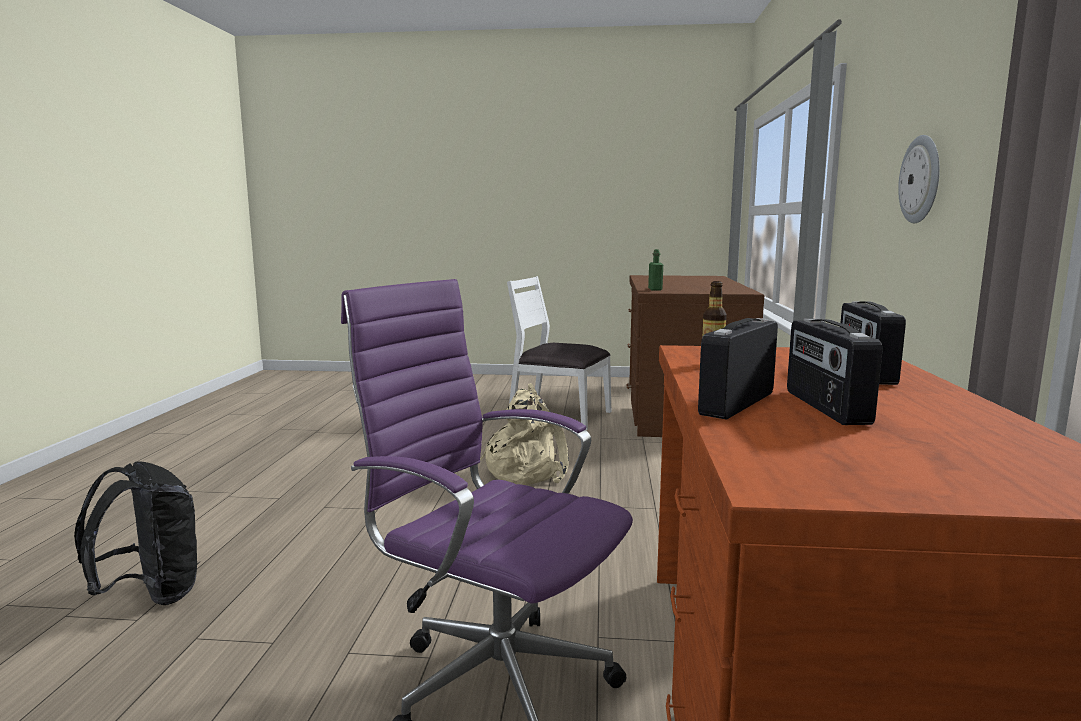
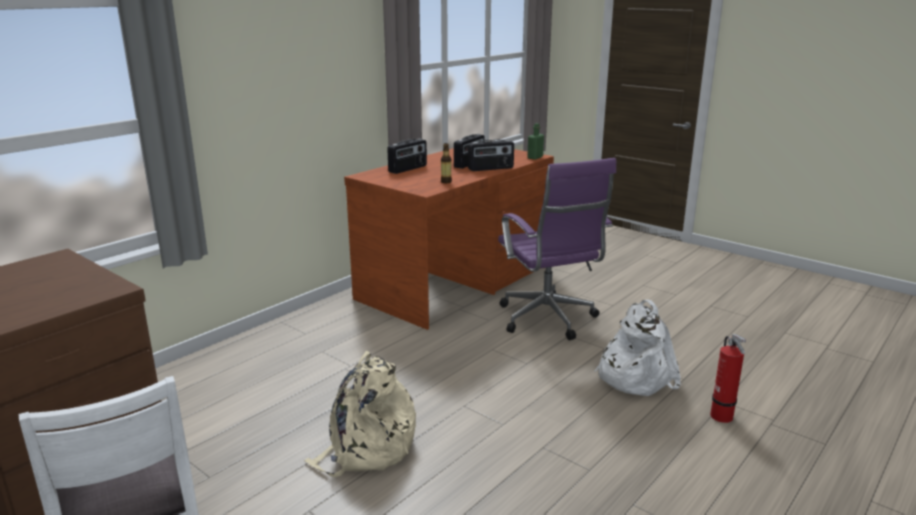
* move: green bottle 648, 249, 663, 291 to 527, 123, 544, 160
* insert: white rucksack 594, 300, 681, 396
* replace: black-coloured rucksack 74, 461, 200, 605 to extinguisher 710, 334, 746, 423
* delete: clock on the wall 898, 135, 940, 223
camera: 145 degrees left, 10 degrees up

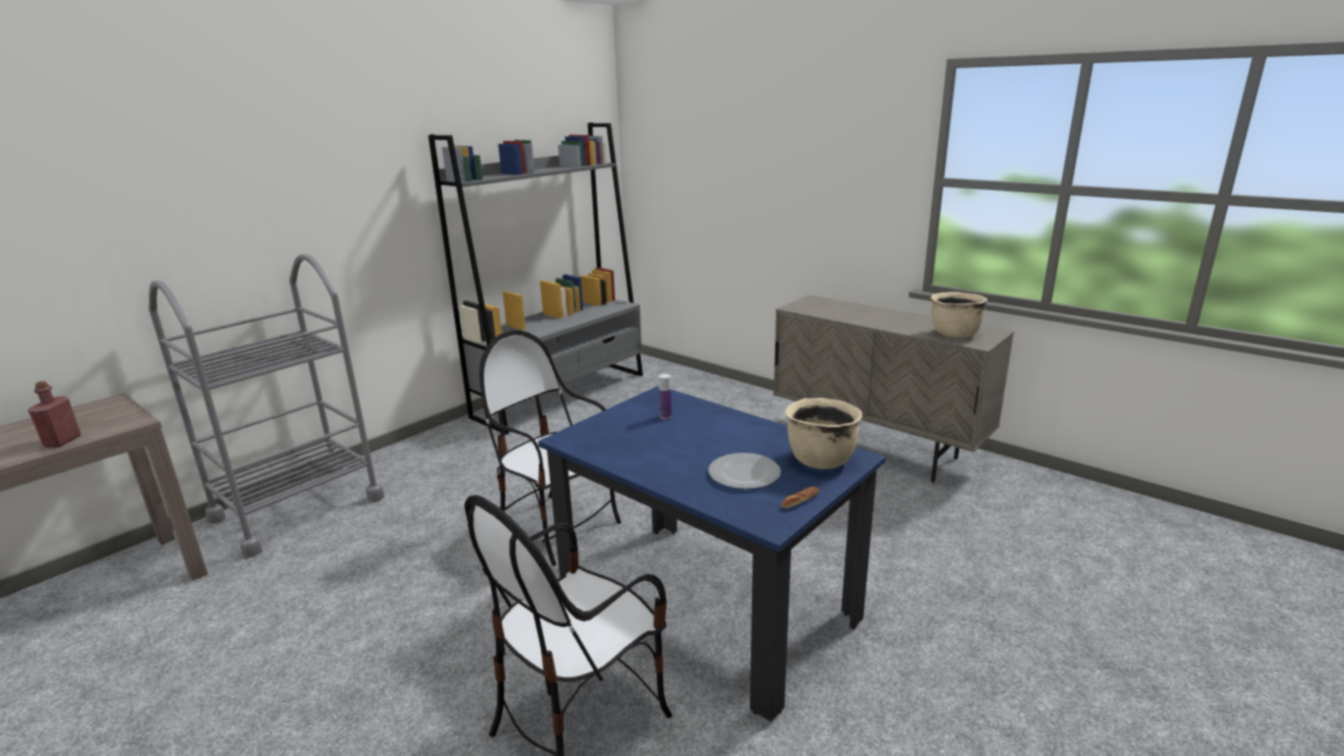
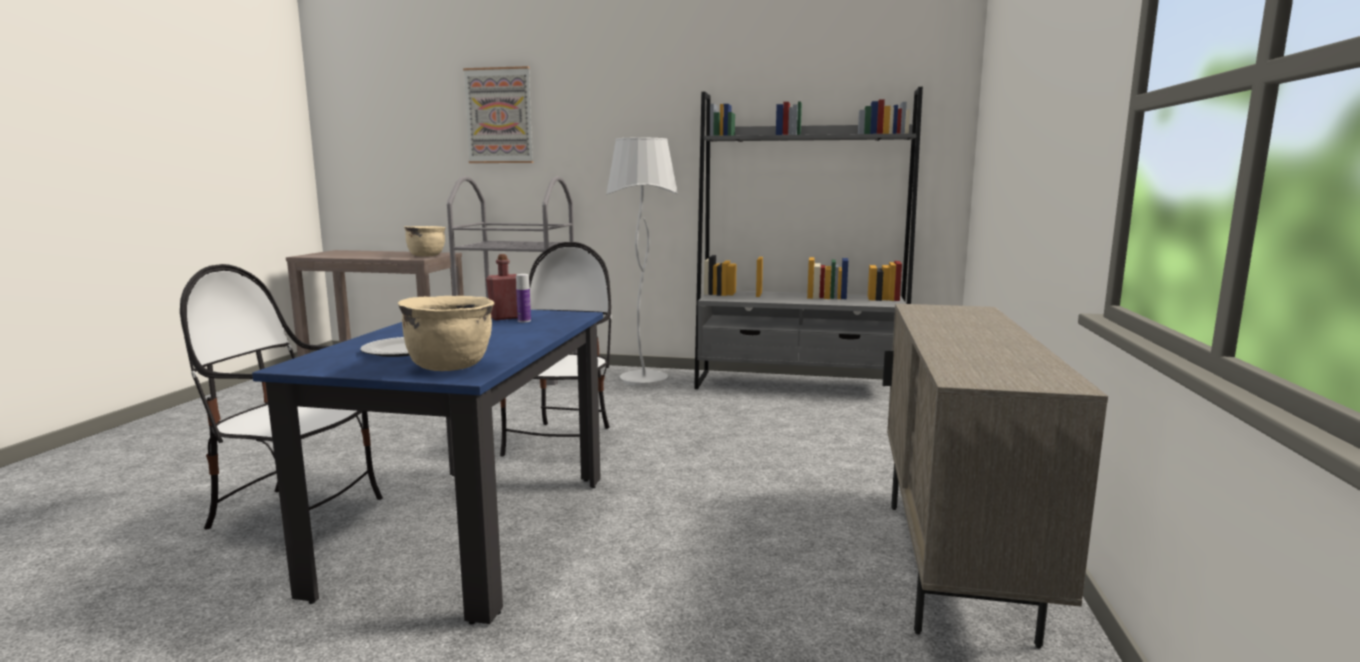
* move: beige saucepot 931, 292, 987, 338 to 404, 226, 446, 257
* insert: wall art 463, 66, 533, 163
* move: red bottle 28, 381, 81, 447 to 486, 254, 518, 320
* insert: white standard lamp 606, 137, 678, 386
* delete: bakery bread 781, 486, 819, 509
camera: 60 degrees right, 10 degrees down

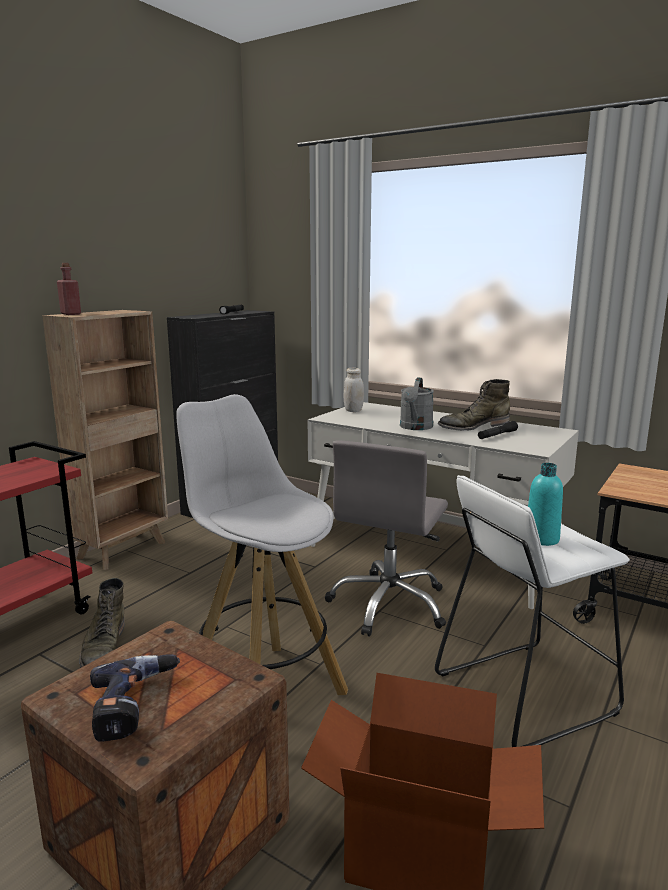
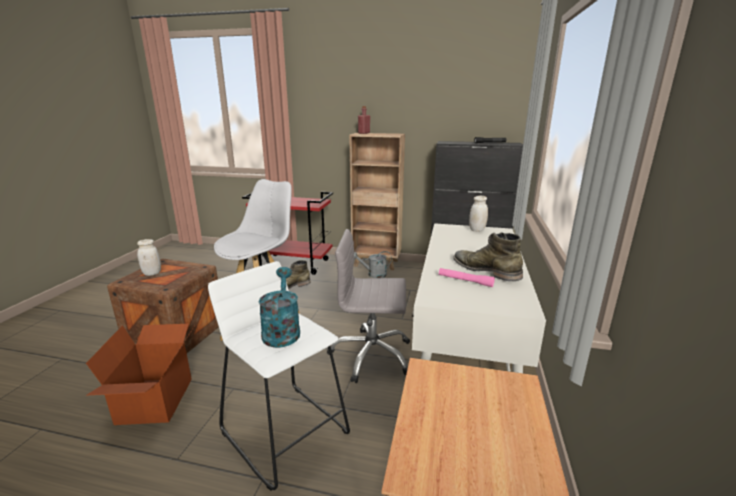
* replace: power drill 90, 654, 180, 742 to white storage jar 137, 239, 161, 276
* replace: turquoise bottle 528, 463, 563, 546 to turquoise watering can 259, 267, 300, 348
* move: grey watering can 400, 378, 434, 430 to 354, 251, 392, 278
* recolor: black-coloured torch 478, 421, 518, 439 to pinkish torch 439, 268, 495, 287
camera: 70 degrees right, 5 degrees up

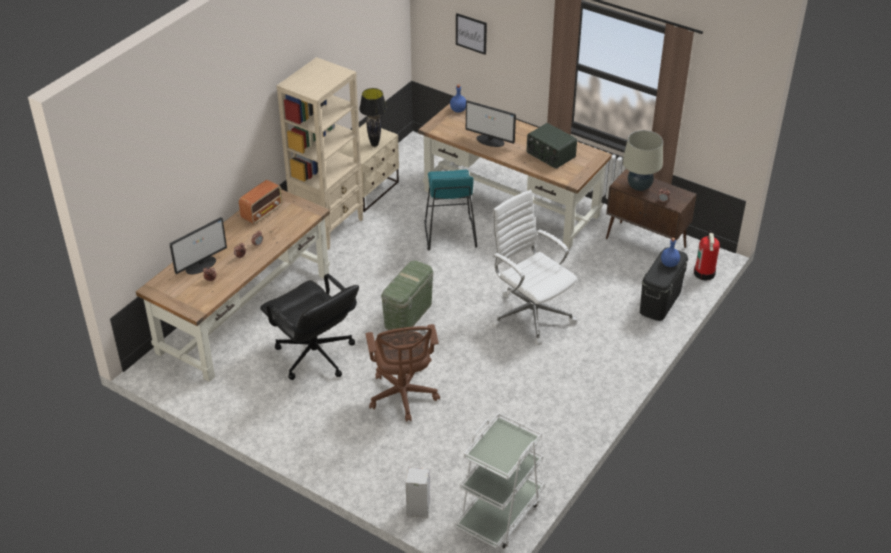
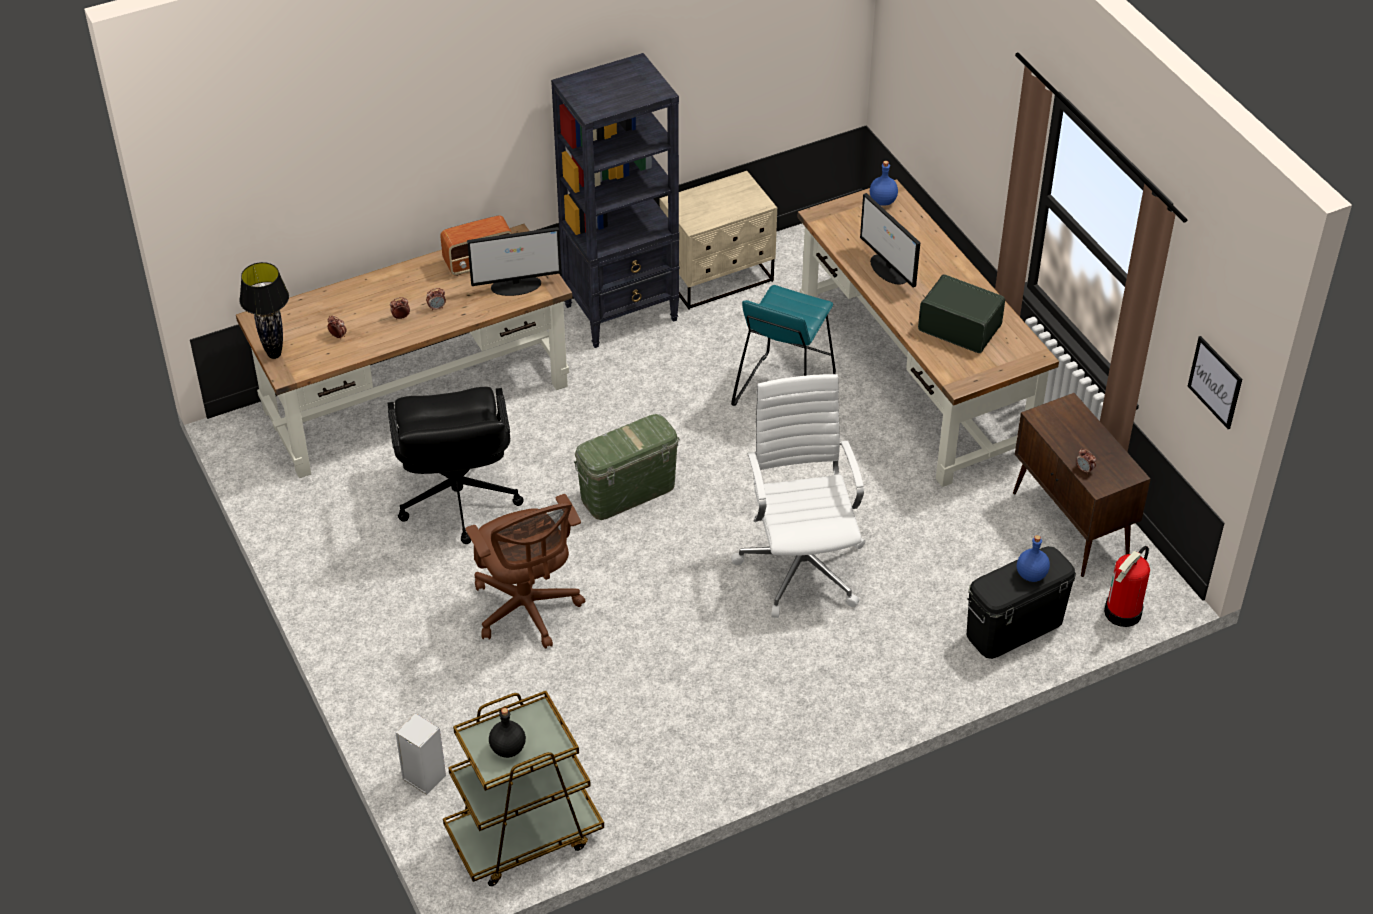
* move: black-coloured lamp for a table 359, 88, 387, 147 to 239, 262, 289, 359
* recolor: white cart 455, 413, 545, 549 to brown cart 443, 691, 604, 886
* rotate: brown desk chair 366, 324, 440, 422 = 465, 494, 585, 649 45 degrees counterclockwise
* move: computer display 169, 217, 227, 274 to 467, 227, 561, 296
* insert: black-coloured bottle 489, 708, 526, 758
* recolor: beige bookcase 276, 57, 364, 250 to black-coloured bookcase 551, 53, 680, 348
* rotate: radio receiver 527, 123, 577, 169 = 918, 274, 1005, 353 135 degrees clockwise
* move: wall art 456, 13, 487, 55 to 1188, 336, 1242, 429
* delete: beige lamp for a table 622, 130, 663, 191
camera: 30 degrees right, 5 degrees up

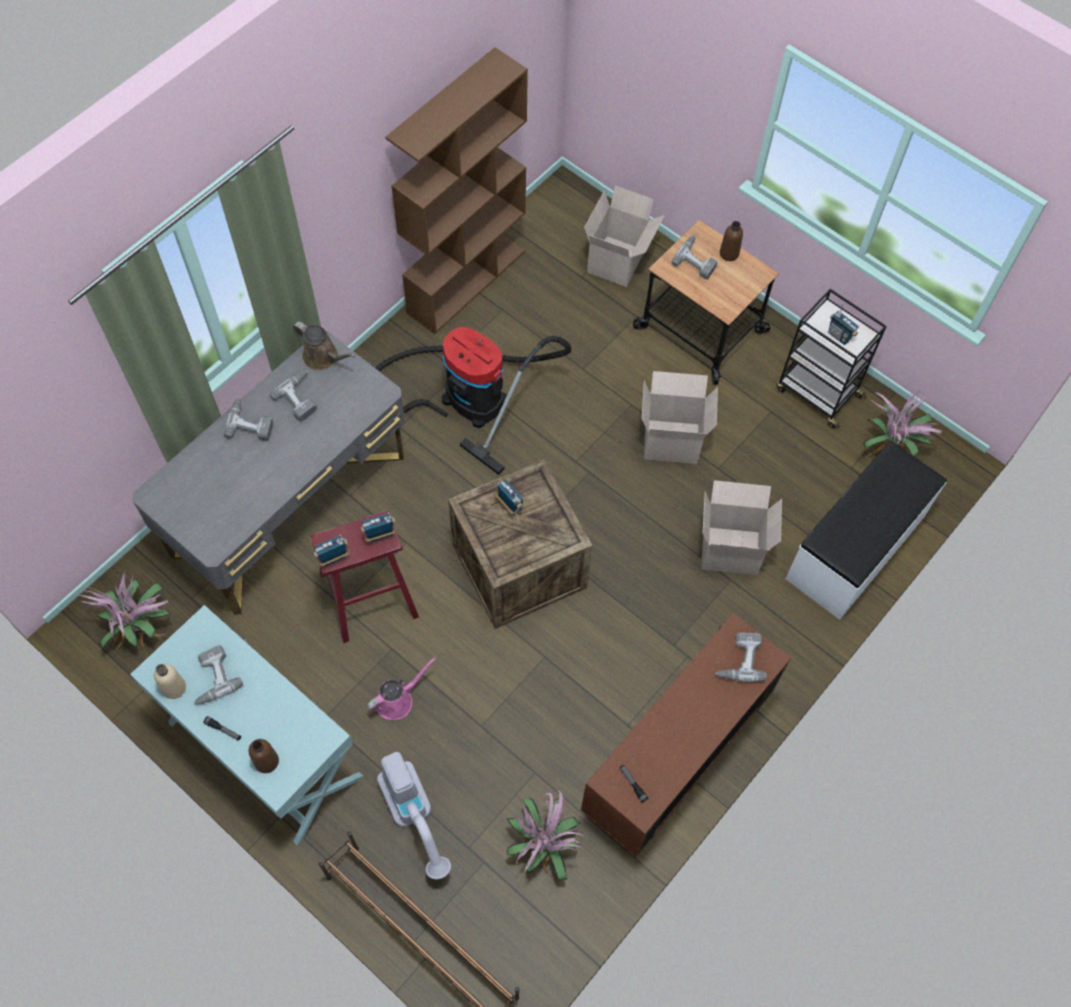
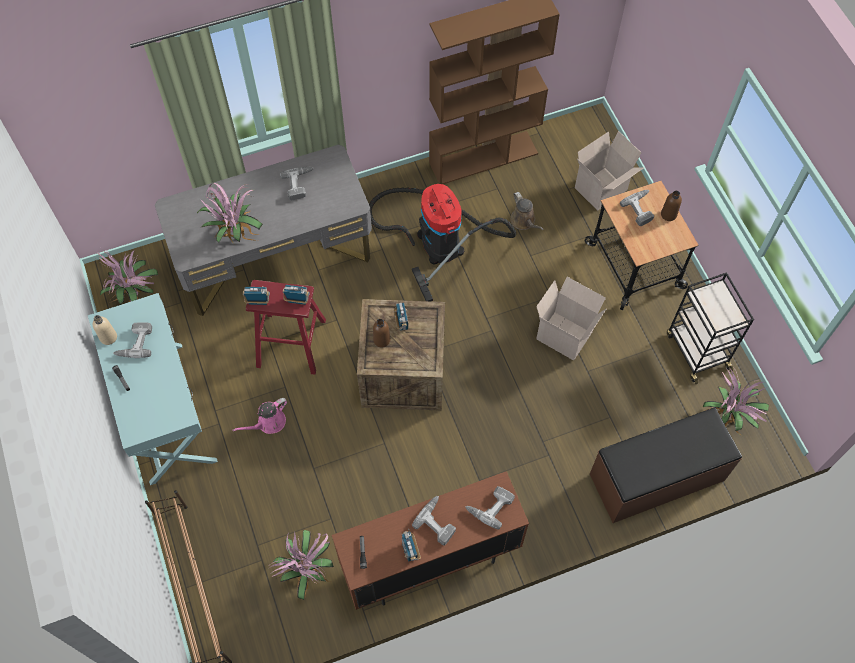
* insert: plant in a pot 197, 183, 263, 244
* rotate: pinkish watering can 367, 658, 436, 720 = 232, 398, 287, 434 150 degrees clockwise
* move: brown bottle 249, 739, 279, 773 to 373, 319, 390, 348
* move: radio receiver 828, 303, 859, 345 to 402, 529, 421, 562
* move: power drill 224, 397, 273, 441 to 412, 496, 456, 546
* move: brown watering can 293, 321, 355, 371 to 510, 192, 544, 230
* recolor: white bench 785, 441, 947, 620 to brown bench 590, 408, 742, 523
* delete: vacuum cleaner 377, 752, 451, 879
* delete: cardboard box 701, 480, 782, 575
camera: 30 degrees right, 0 degrees up

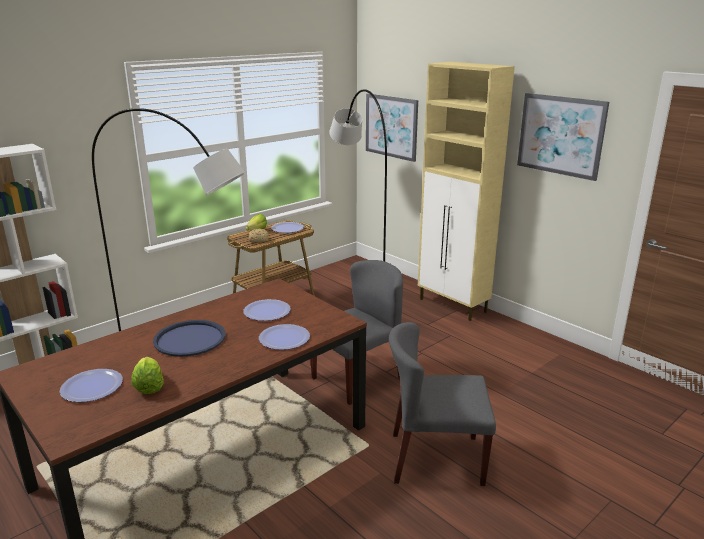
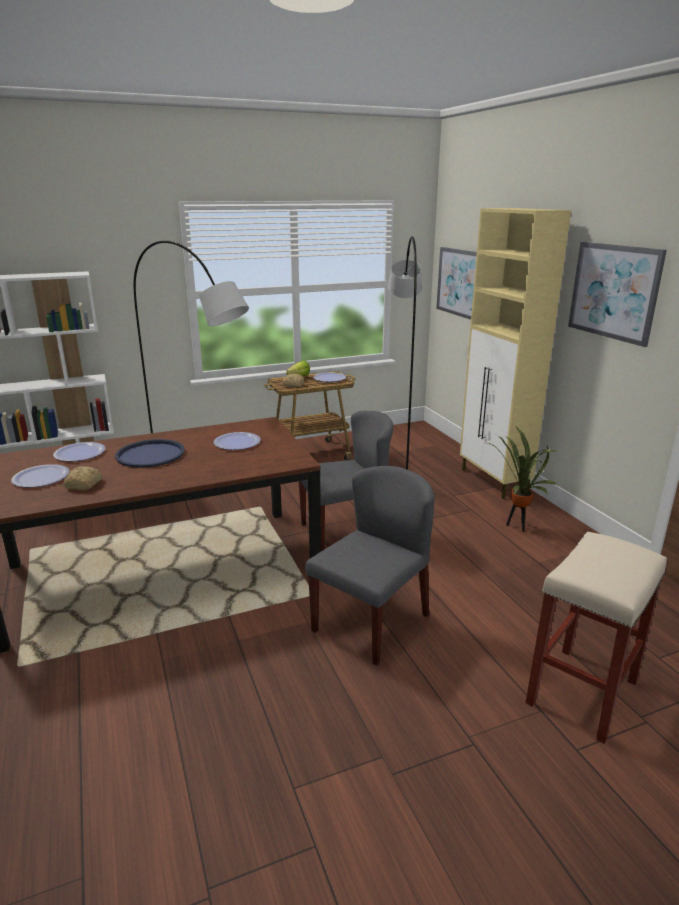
* move: flat dish 259, 324, 310, 350 to 53, 442, 105, 461
* replace: lettuce head 131, 357, 164, 394 to bakery bread 64, 466, 102, 490
* rotate: grey upright chair 389, 322, 496, 486 = 305, 466, 434, 666 105 degrees clockwise
* insert: plant in a pot 488, 427, 558, 532
* insert: beige stool seat 525, 532, 667, 744
camera: 20 degrees right, 0 degrees up

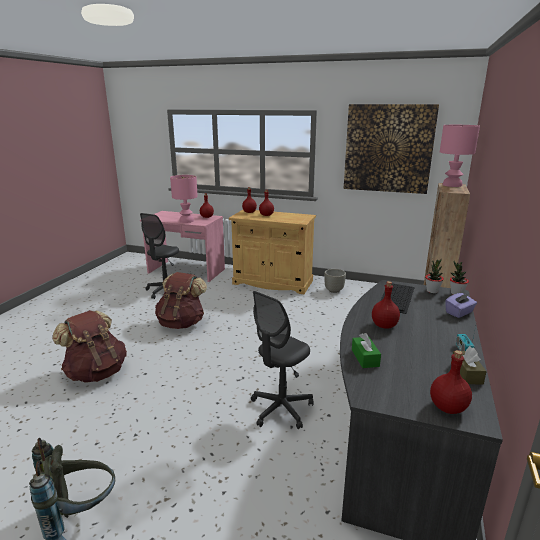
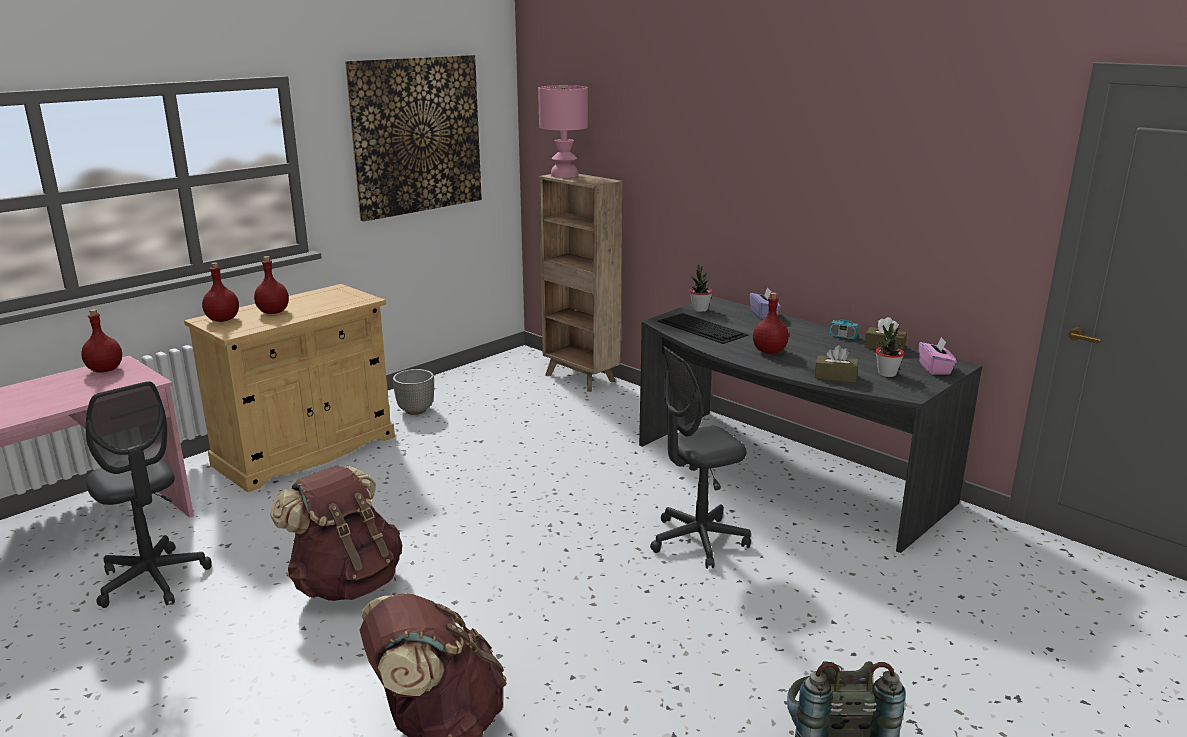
* rotate: grey desk chair 251, 291, 313, 429 = 650, 346, 751, 569 90 degrees clockwise
* recolor: green tissue holder 352, 333, 381, 368 to brown tissue holder 815, 345, 858, 383
* move: plant in a pot 450, 261, 469, 295 to 875, 323, 905, 377
* replace: red bottle 430, 350, 472, 414 to pinkish tissue holder 919, 336, 957, 375
* delete: pinkish lamp for a table 170, 175, 198, 223
camera: 65 degrees left, 0 degrees up

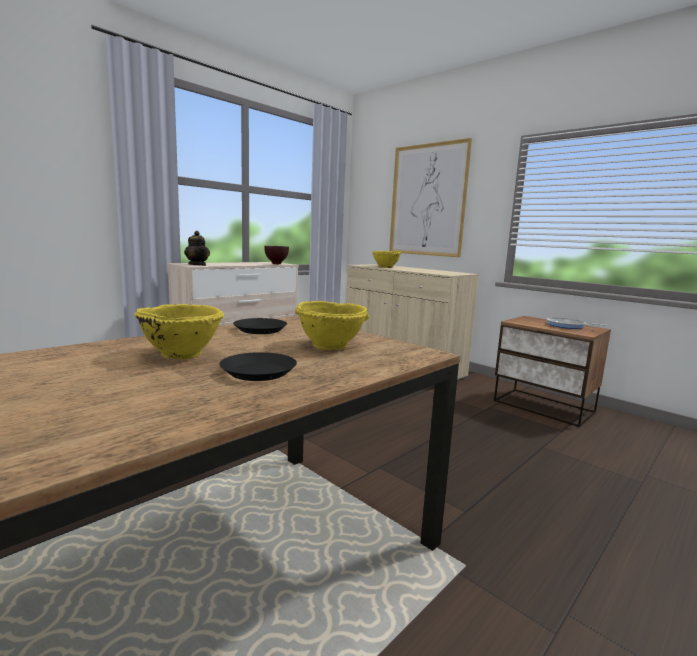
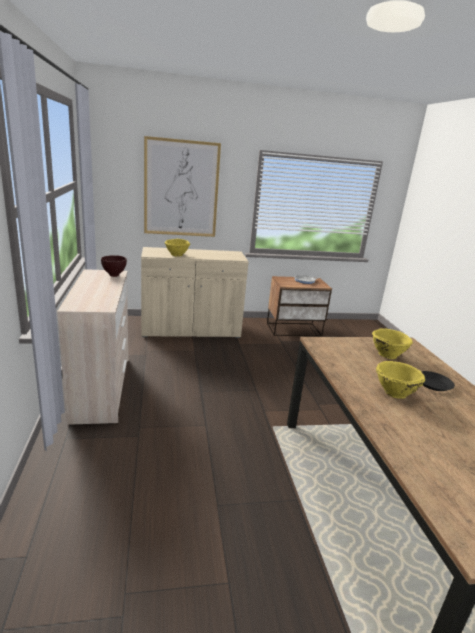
* delete: pot for tea 184, 231, 210, 266
* delete: black-coloured flat dish 233, 318, 287, 334
camera: 55 degrees left, 10 degrees up

